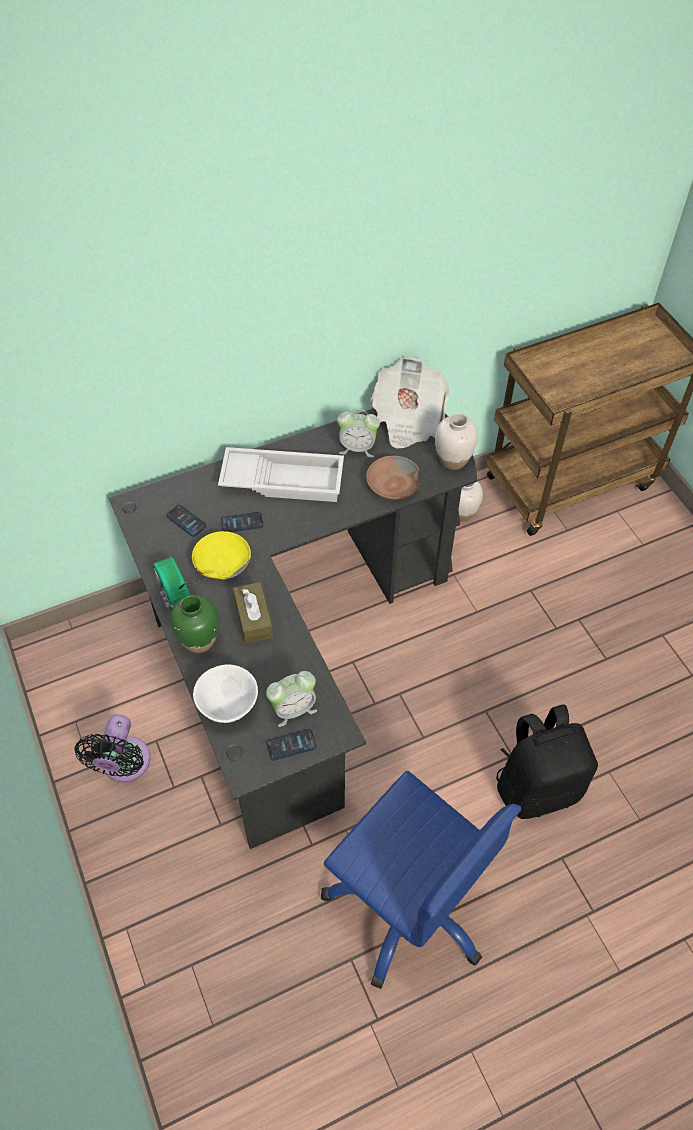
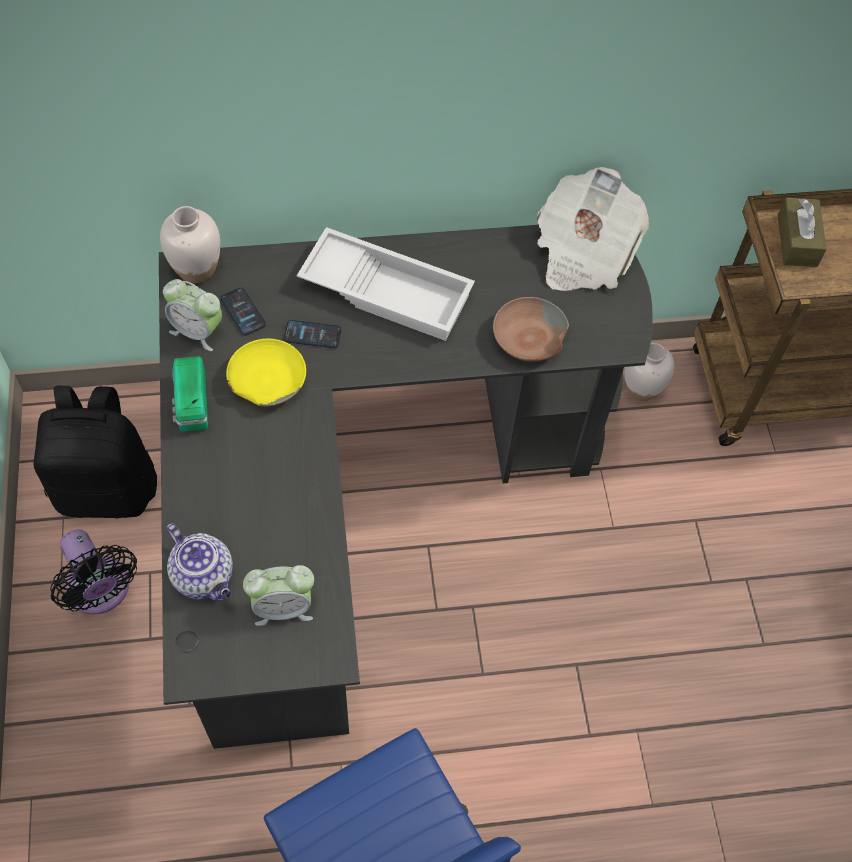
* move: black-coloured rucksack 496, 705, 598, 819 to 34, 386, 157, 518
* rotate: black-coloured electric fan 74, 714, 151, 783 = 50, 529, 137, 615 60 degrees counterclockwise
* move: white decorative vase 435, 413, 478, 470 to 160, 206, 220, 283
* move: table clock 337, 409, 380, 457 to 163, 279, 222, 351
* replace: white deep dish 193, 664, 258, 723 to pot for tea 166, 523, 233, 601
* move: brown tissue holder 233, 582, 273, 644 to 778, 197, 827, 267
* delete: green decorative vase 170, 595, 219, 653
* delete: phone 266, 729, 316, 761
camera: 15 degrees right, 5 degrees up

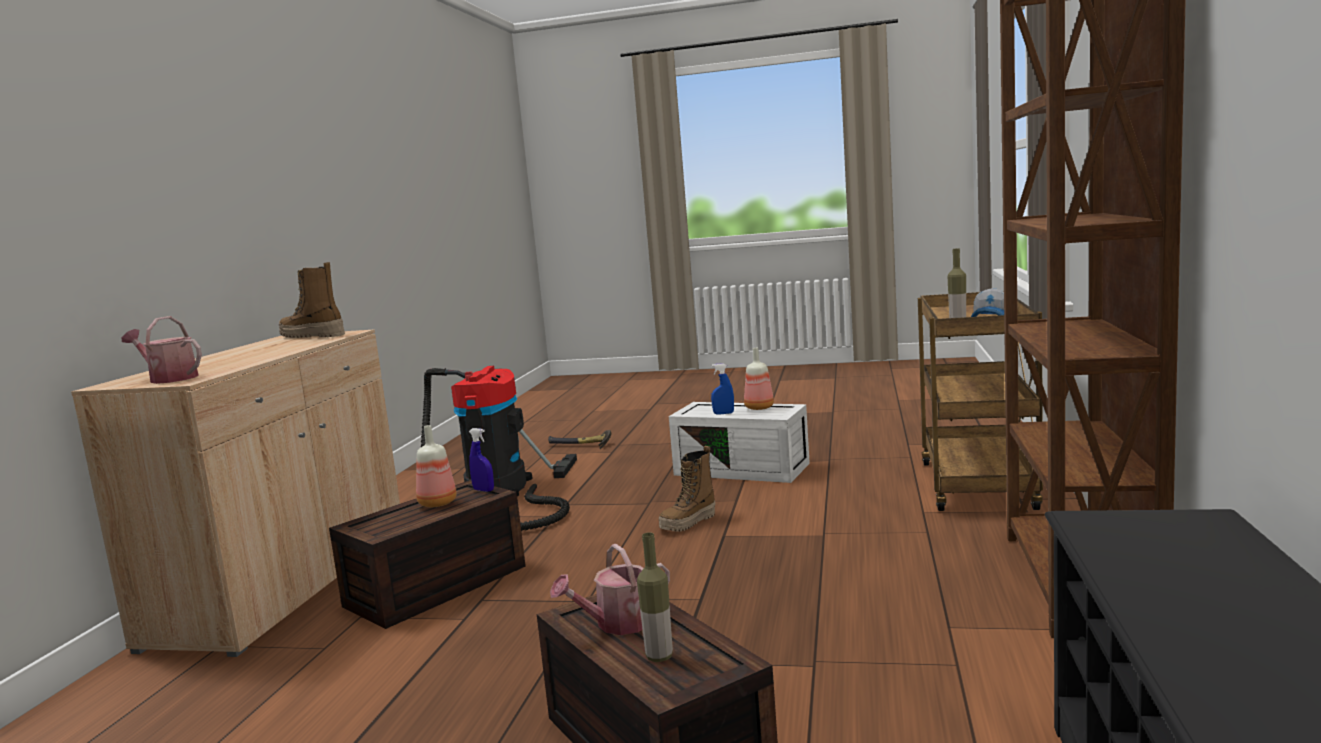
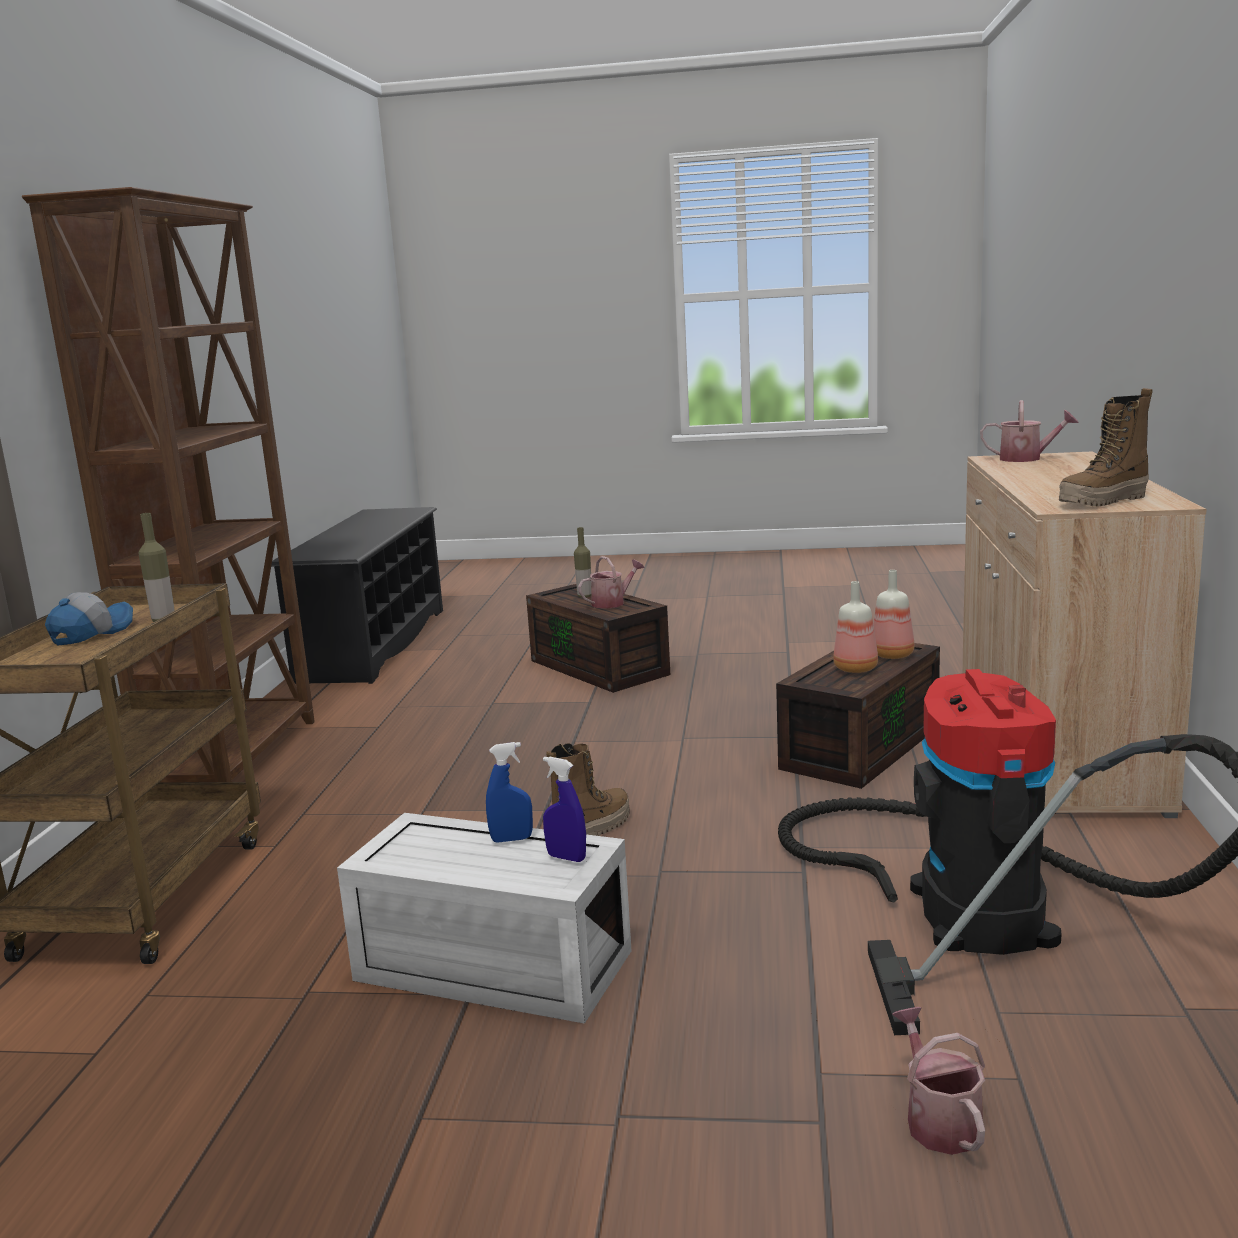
* move: blue spray bottle 469, 428, 494, 492 to 543, 756, 586, 862
* move: bottle 744, 348, 774, 410 to 873, 570, 915, 659
* replace: hand hammer 548, 430, 611, 449 to watering can 892, 1007, 985, 1155
* rotate: tall boot 279, 262, 345, 338 = 1059, 388, 1153, 507 135 degrees clockwise
camera: 175 degrees right, 5 degrees up

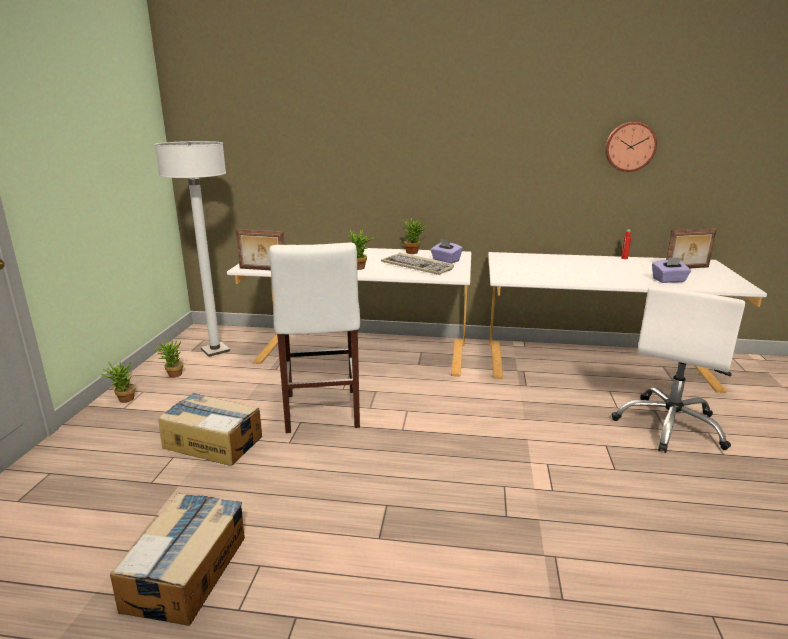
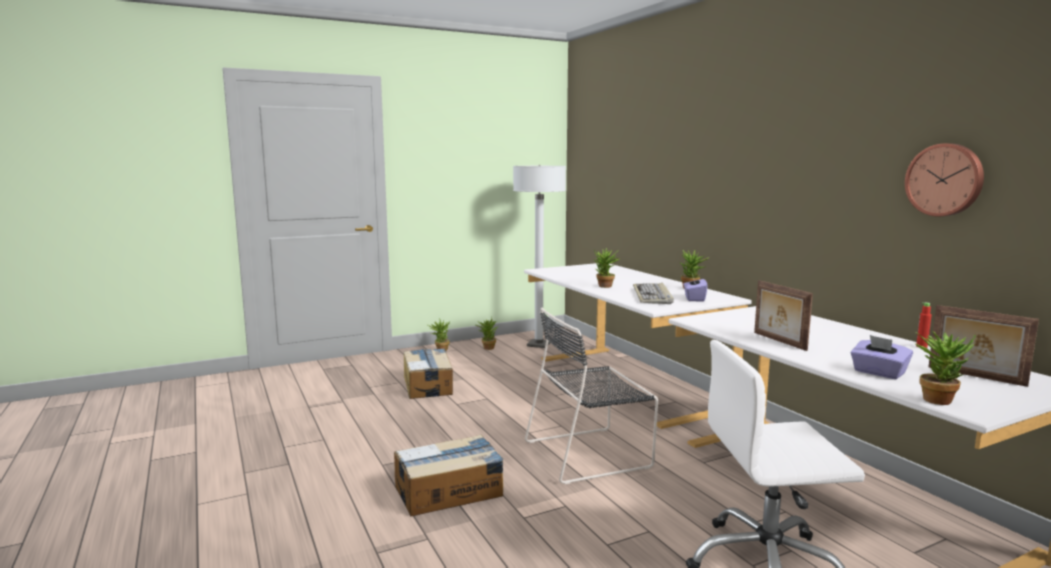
* move: cardboard box 110, 493, 245, 626 to 394, 434, 503, 516
* insert: black-coloured upright chair 525, 308, 658, 484
* move: photo frame 236, 229, 285, 270 to 754, 280, 813, 351
* insert: plant in a pot 914, 331, 976, 405
* delete: white stool seat 269, 243, 360, 433
camera: 55 degrees right, 10 degrees down

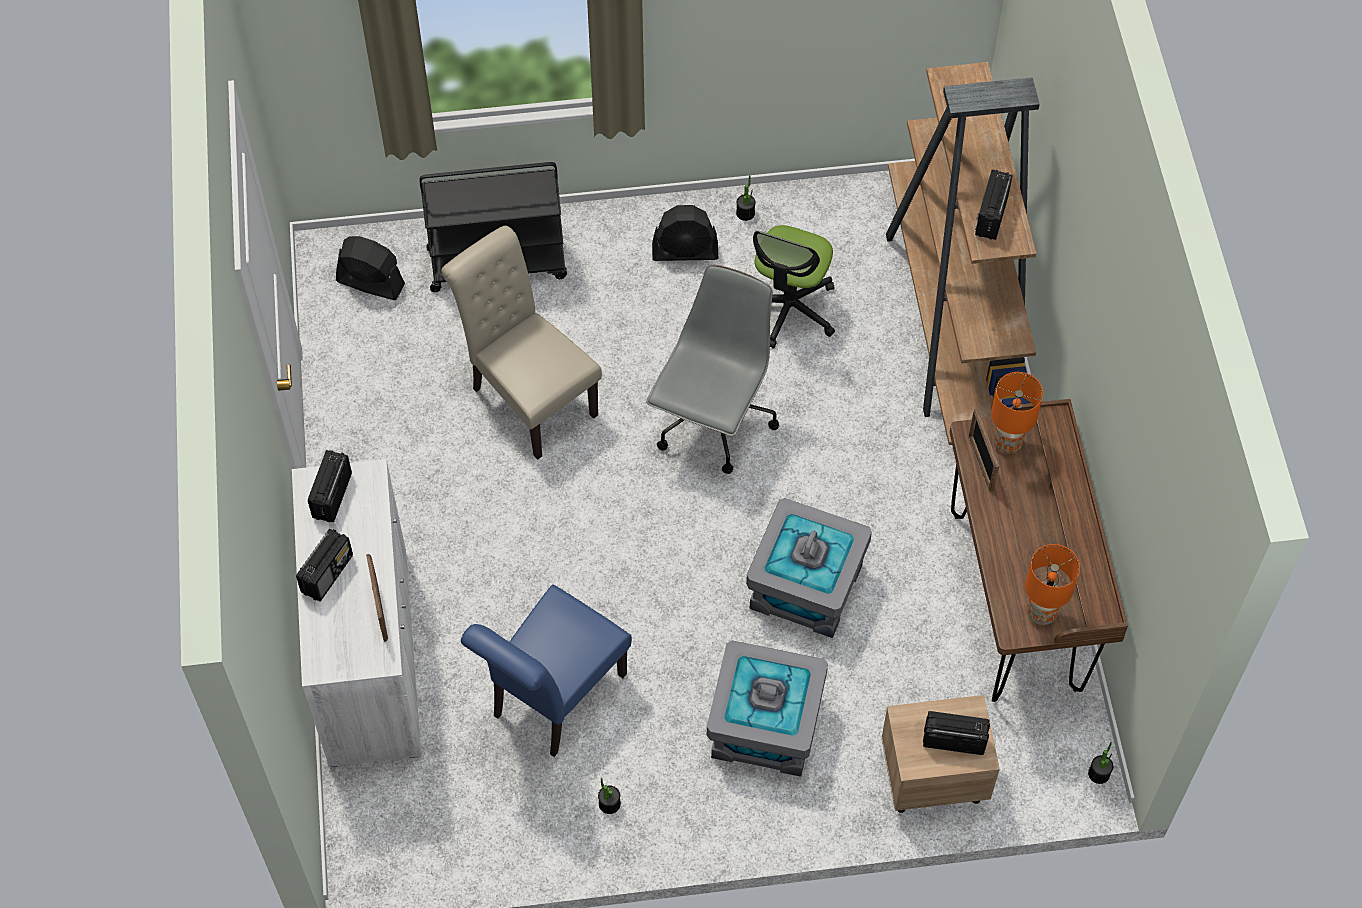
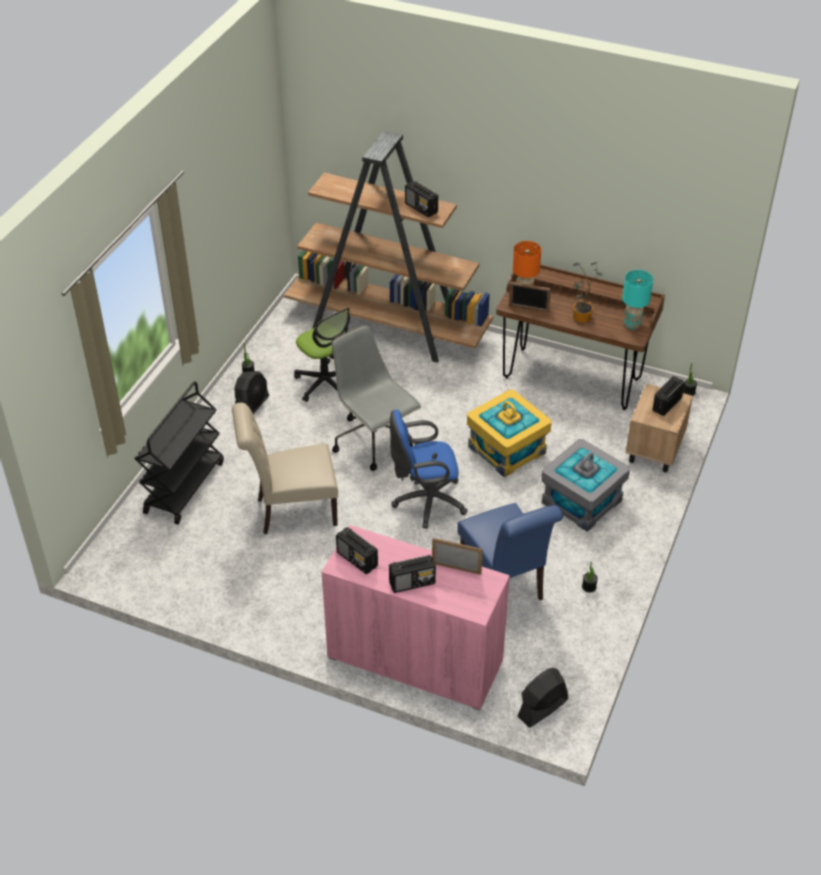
* recolor: white storage cabinet 292, 459, 421, 767 to pinkish storage cabinet 321, 525, 510, 711
* rotate: radio receiver 296, 529, 353, 602 = 389, 555, 436, 593 105 degrees clockwise
* insert: blue desk chair 390, 410, 468, 529
* recolor: grey storage bin 746, 498, 872, 638 to yellow-coloured storage bin 467, 389, 552, 478
* move: black-coloured electric fan 336, 236, 405, 300 to 517, 668, 568, 728
* insert: plant in a pot 573, 262, 602, 323
* recolor: orangey lamp for a table 1025, 544, 1080, 625 to turquoise lamp for a table 622, 270, 653, 330
camera: 60 degrees left, 15 degrees down

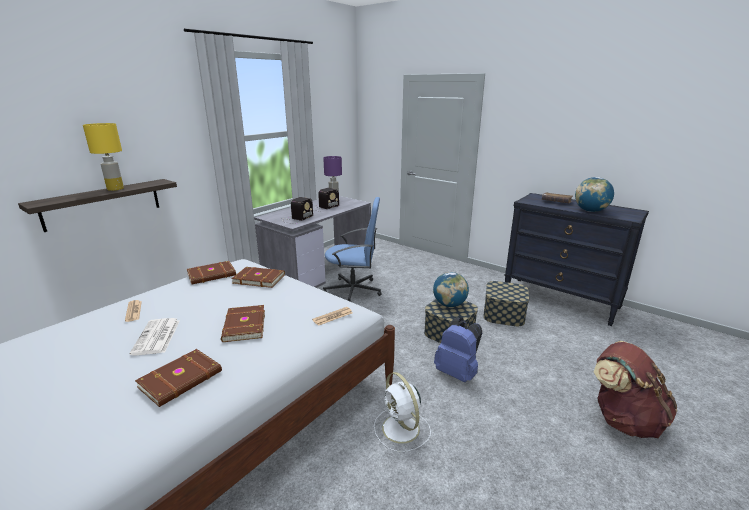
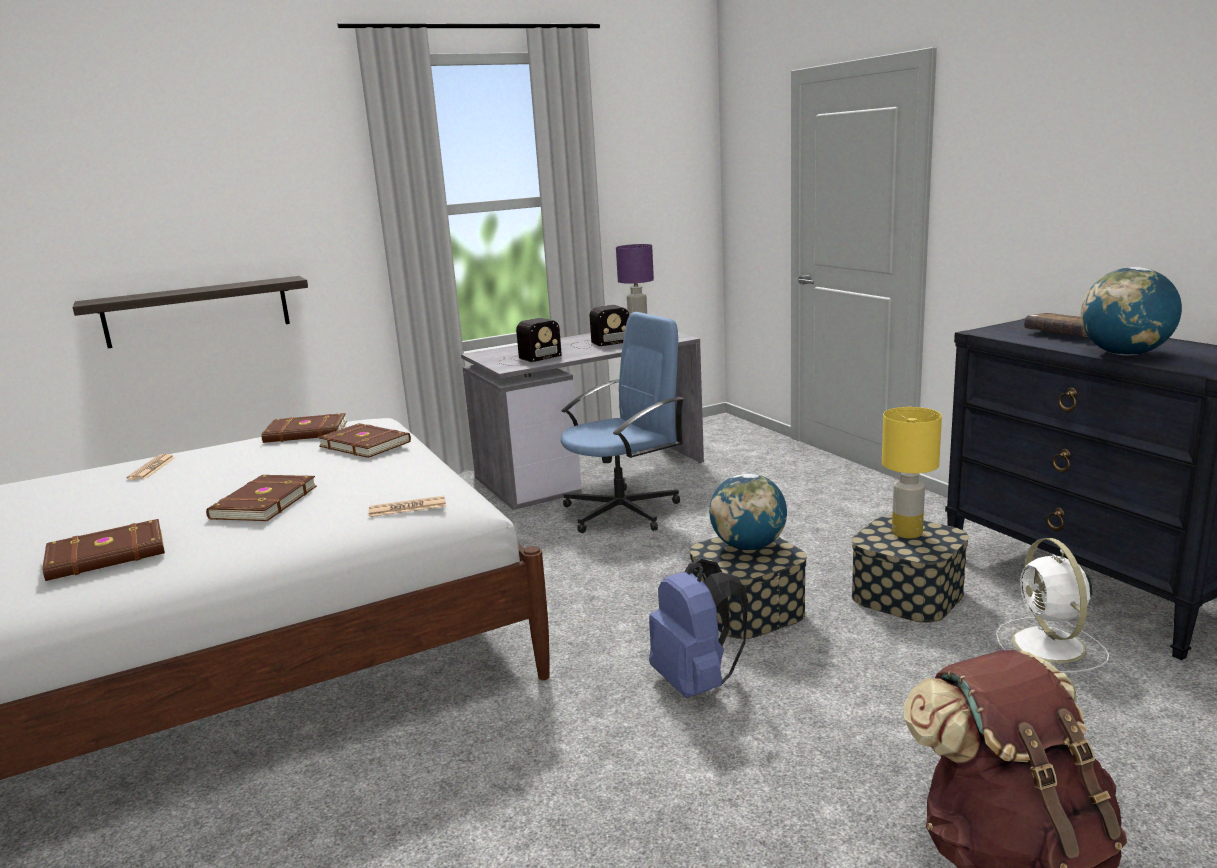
* rotate: blue desk chair 323, 197, 381, 302 = 561, 312, 684, 533 60 degrees counterclockwise
* move: yellow-coloured lamp for a table 83, 123, 124, 191 to 882, 407, 942, 538
* move: white electric fan 374, 372, 431, 452 to 996, 538, 1109, 673
* delete: daily paper 129, 318, 180, 355
camera: 25 degrees right, 5 degrees down

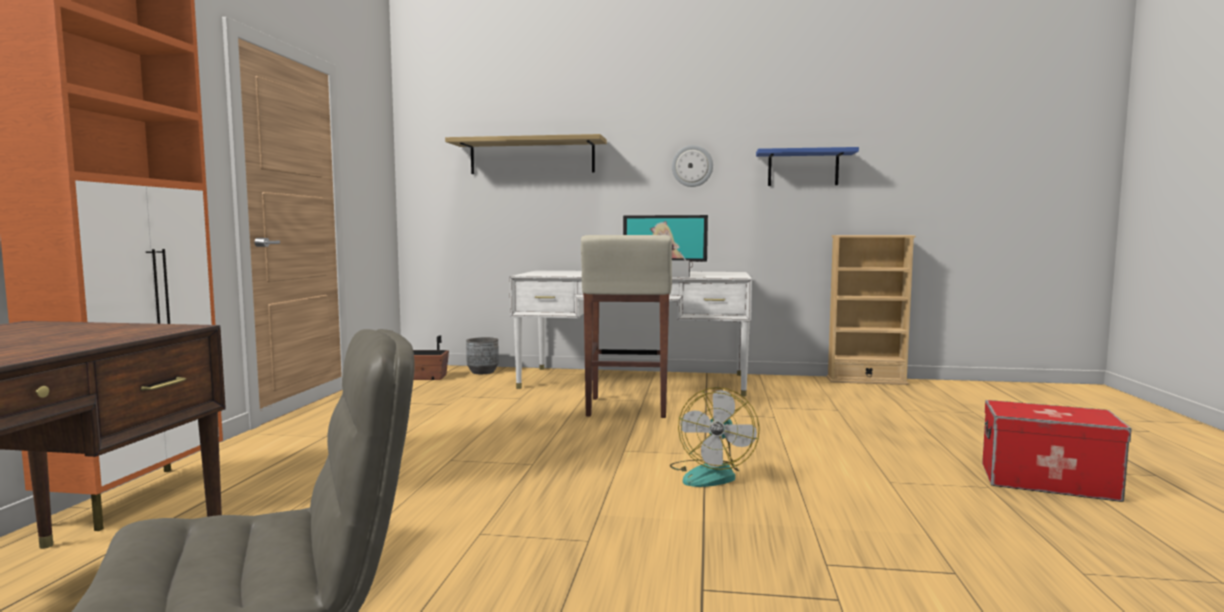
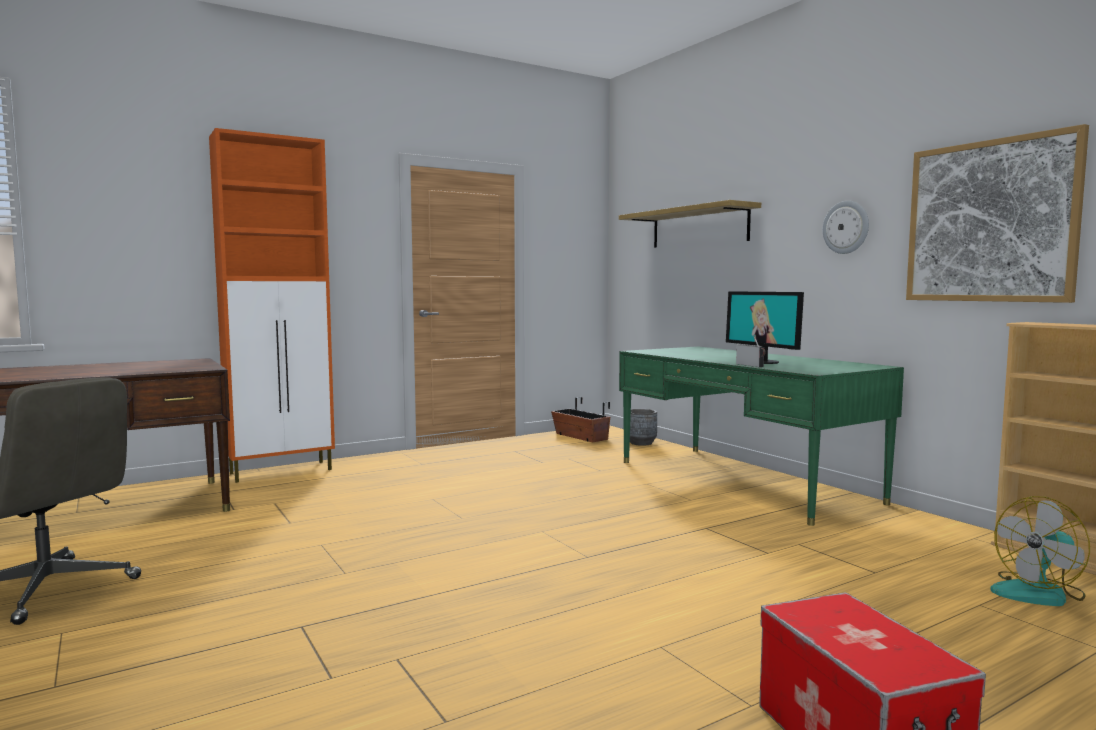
* recolor: white desk table 510, 270, 752, 396 to green desk table 619, 346, 904, 526
* replace: blue shelf 756, 147, 859, 186 to wall art 906, 124, 1089, 303
* move: electric fan 670, 387, 760, 487 to 990, 496, 1090, 606
* delete: beige stool seat 581, 235, 672, 418
camera: 50 degrees right, 0 degrees up

